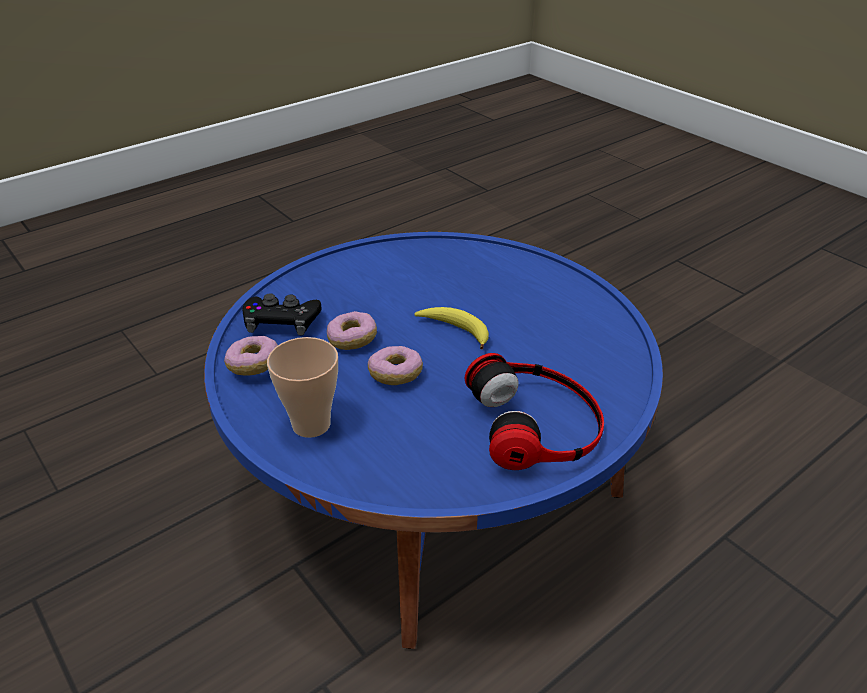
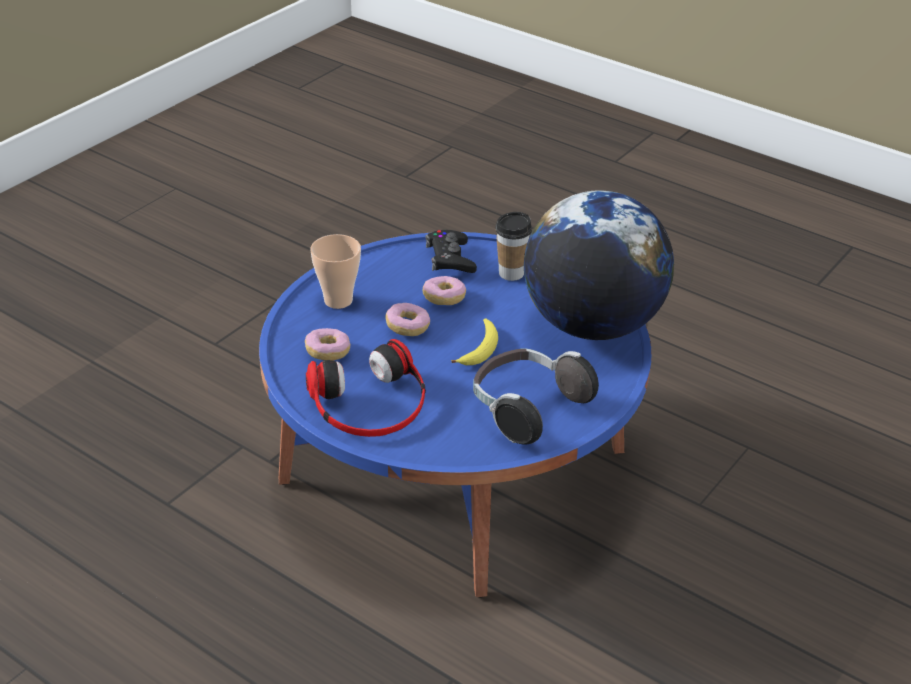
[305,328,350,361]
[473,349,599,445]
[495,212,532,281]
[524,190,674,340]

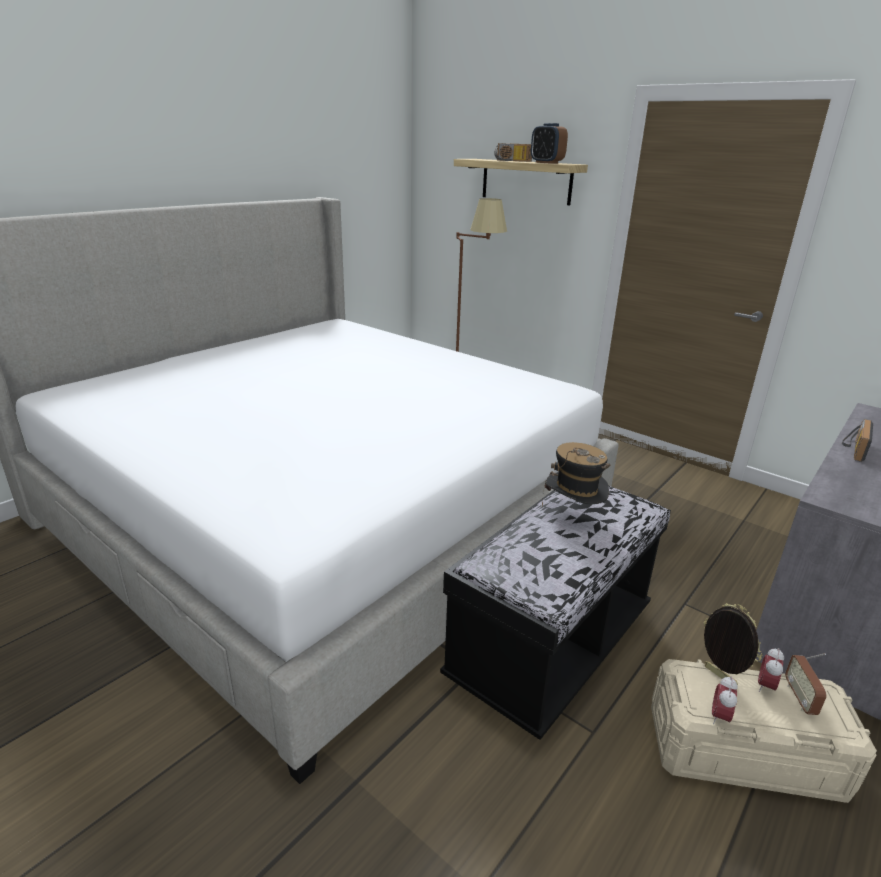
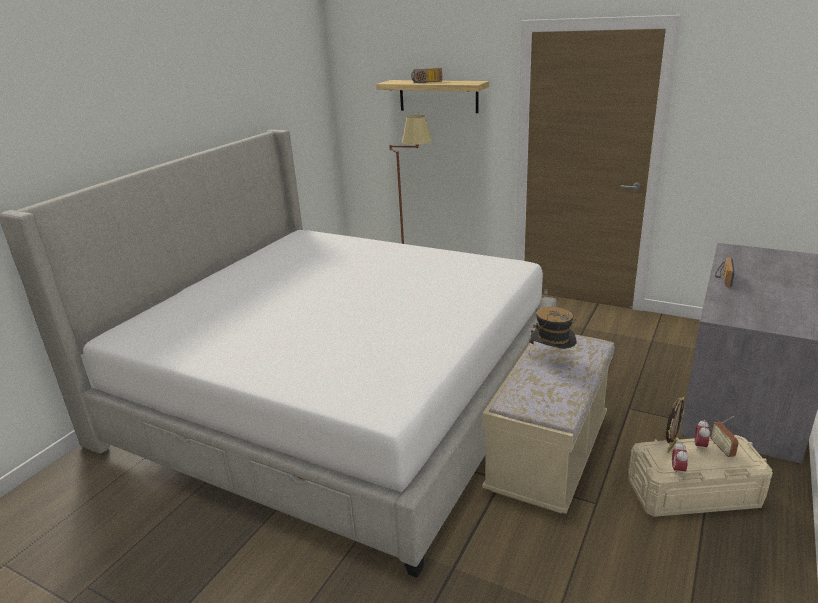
[482,335,615,514]
[531,123,568,163] (first image)
[666,397,685,453]

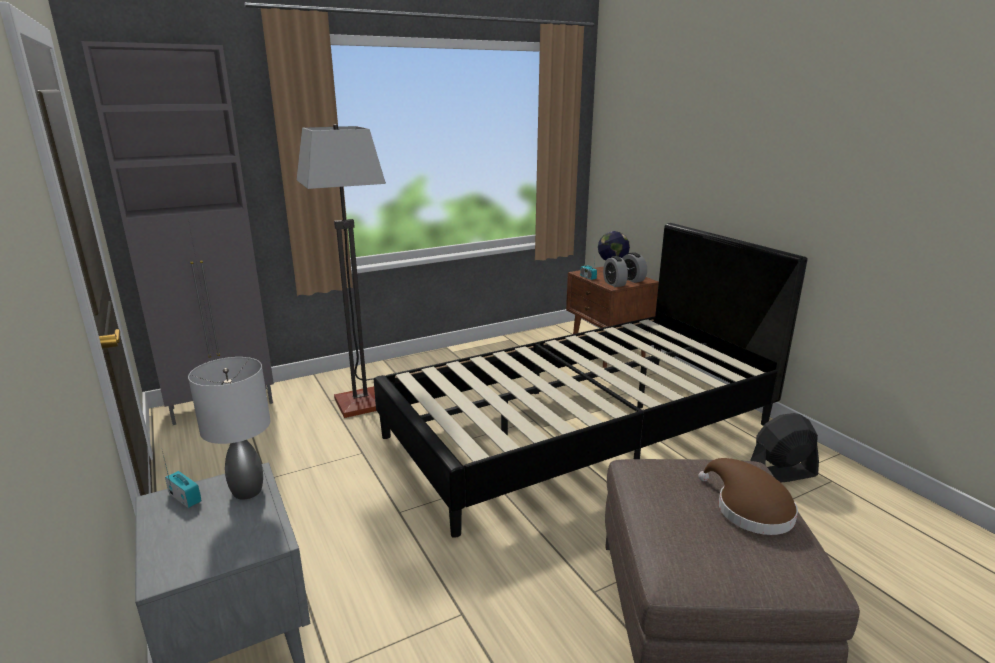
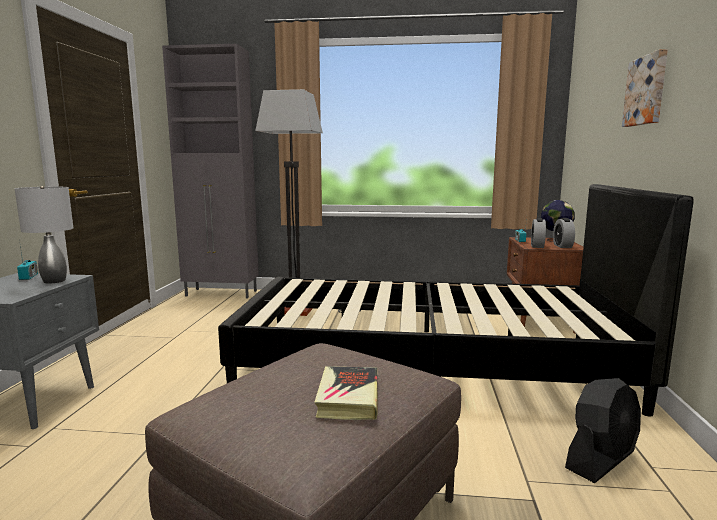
[314,366,378,420]
[565,378,641,483]
[622,49,668,127]

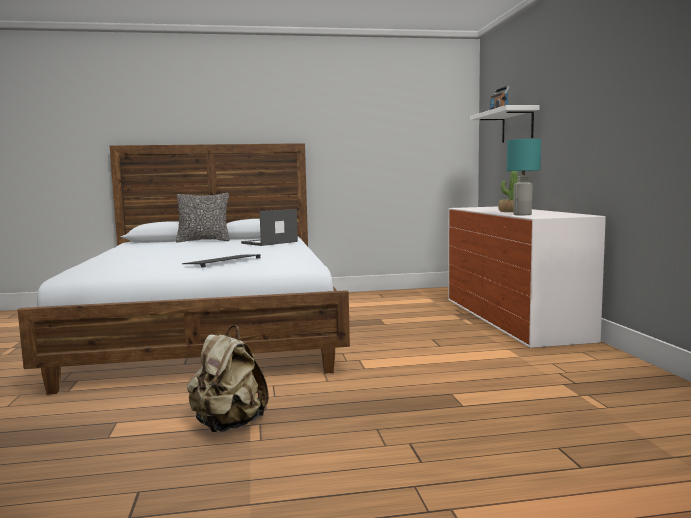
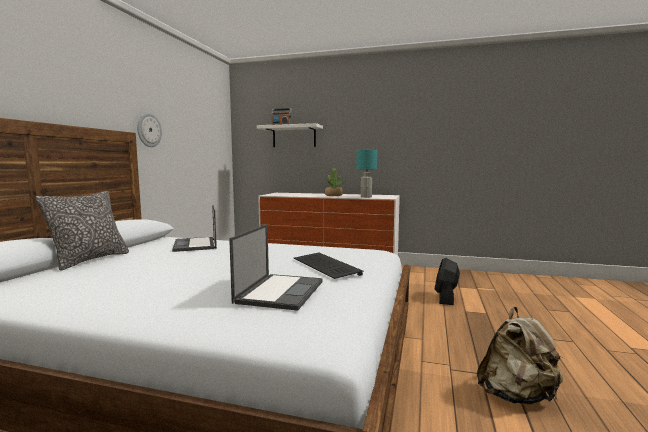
[137,113,162,147]
[229,224,323,311]
[435,258,460,305]

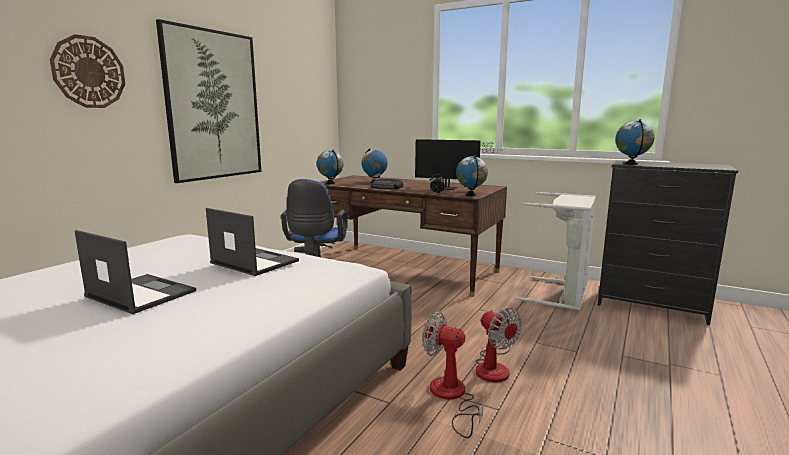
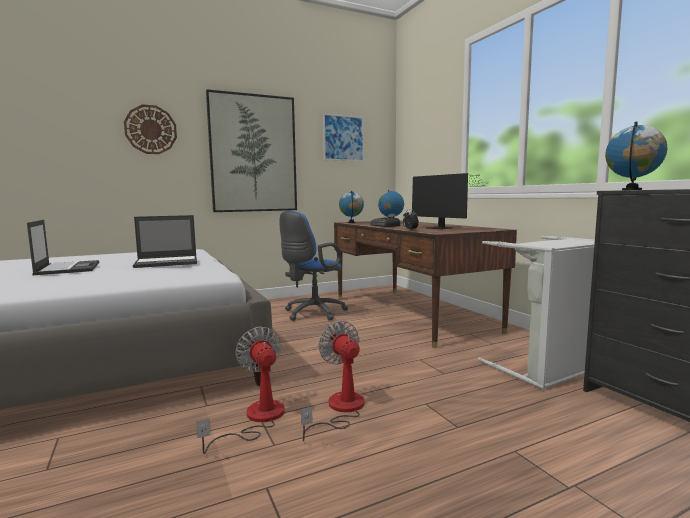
[133,215,197,268]
[456,156,488,196] (first image)
[301,321,364,441]
[323,113,364,162]

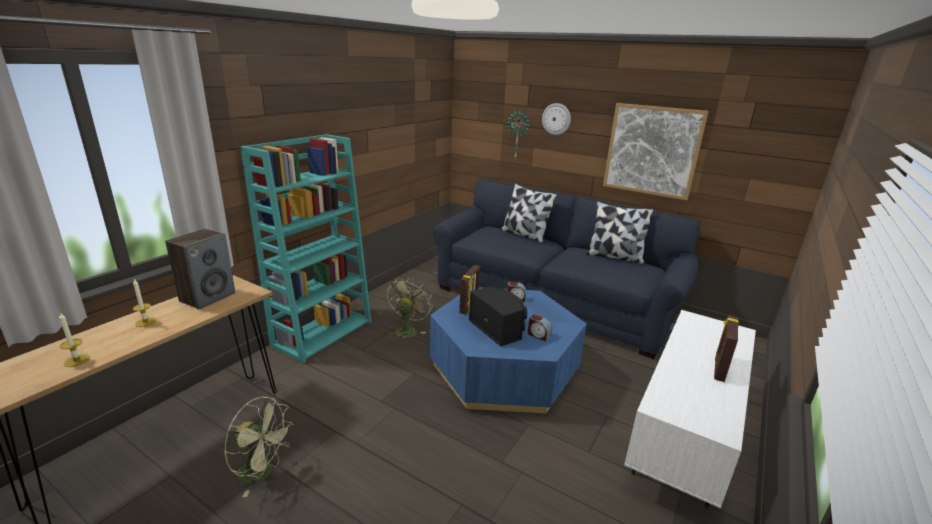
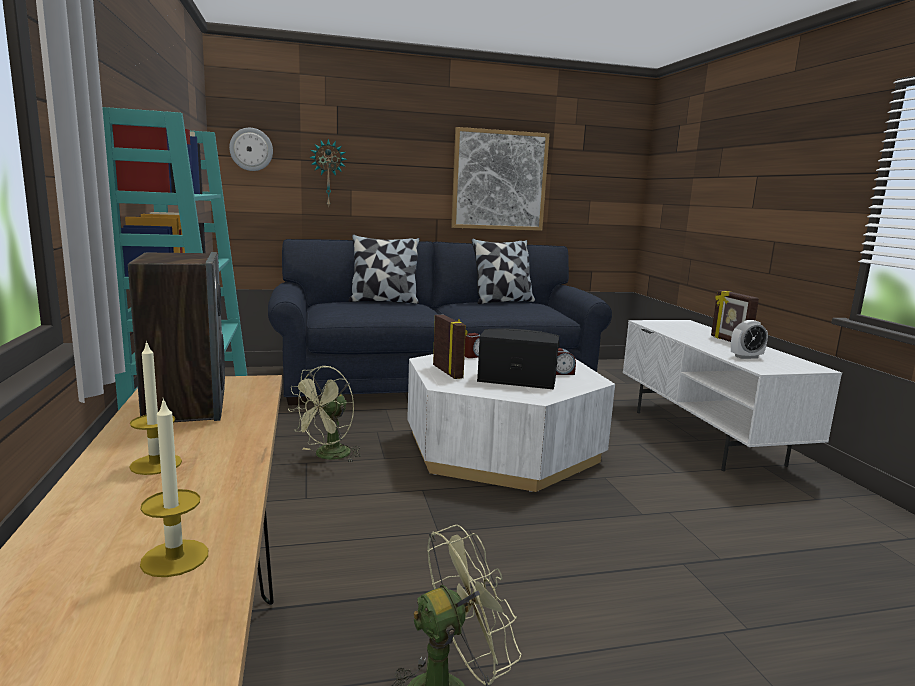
[288,366,361,463]
[407,354,615,492]
[229,128,273,171]
[731,320,768,359]

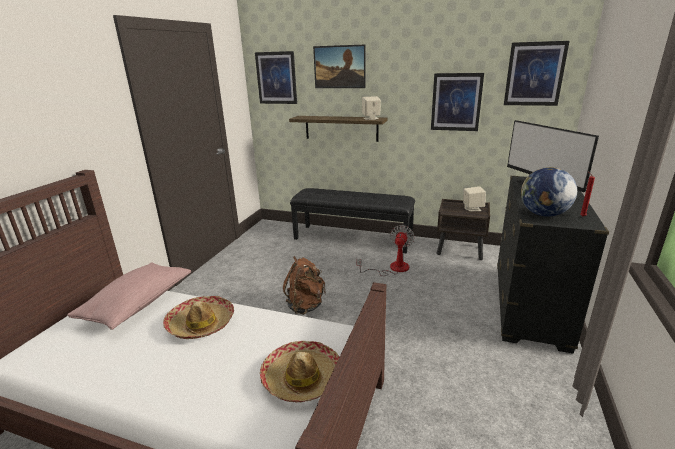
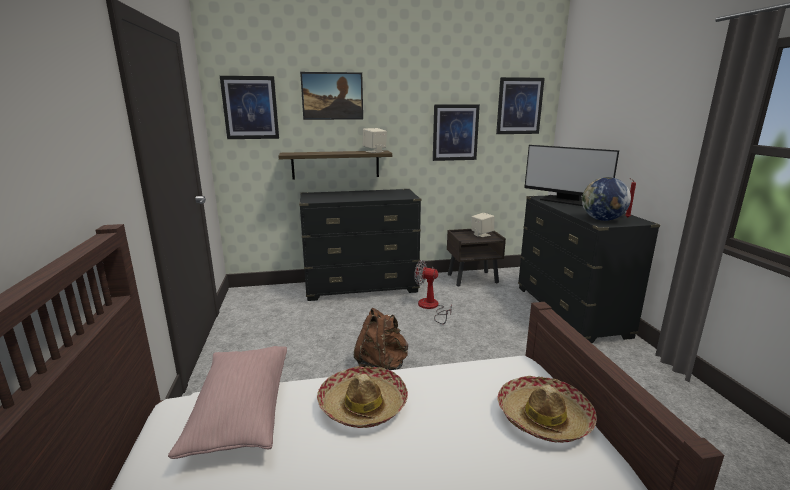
[299,189,421,301]
[414,260,452,324]

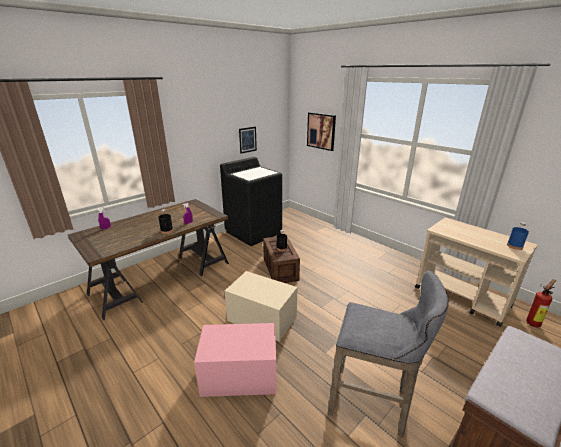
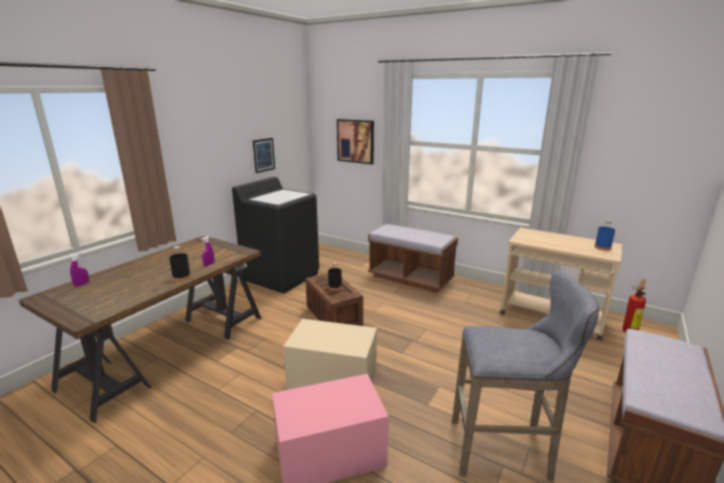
[368,224,458,293]

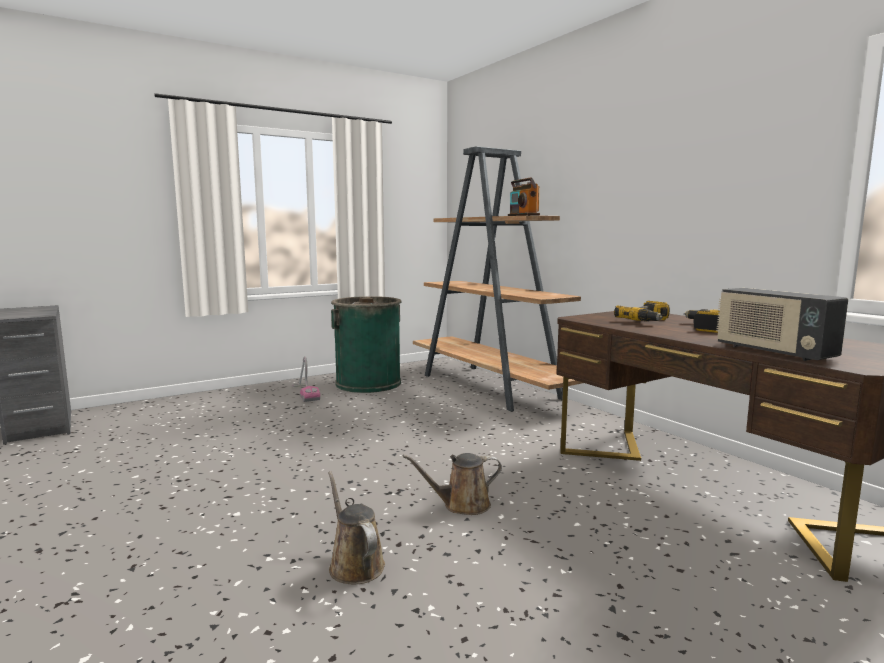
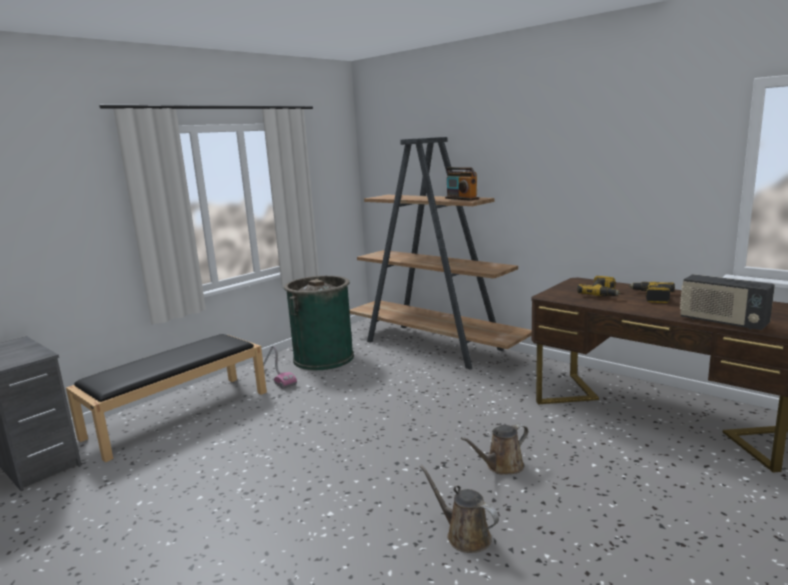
[66,334,267,462]

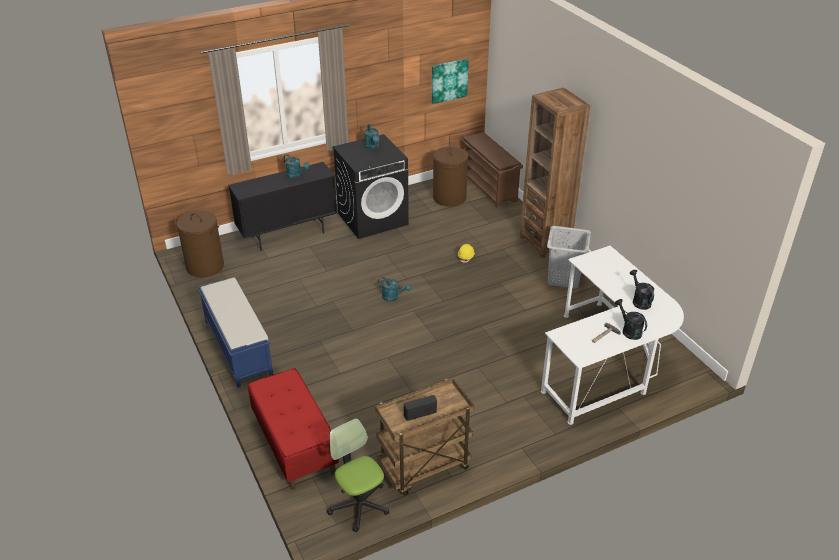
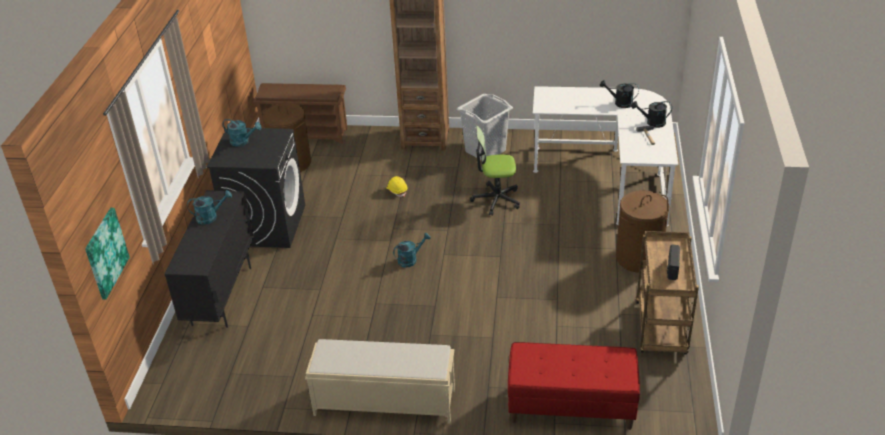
[616,190,670,273]
[305,339,455,424]
[470,126,520,216]
[85,208,130,300]

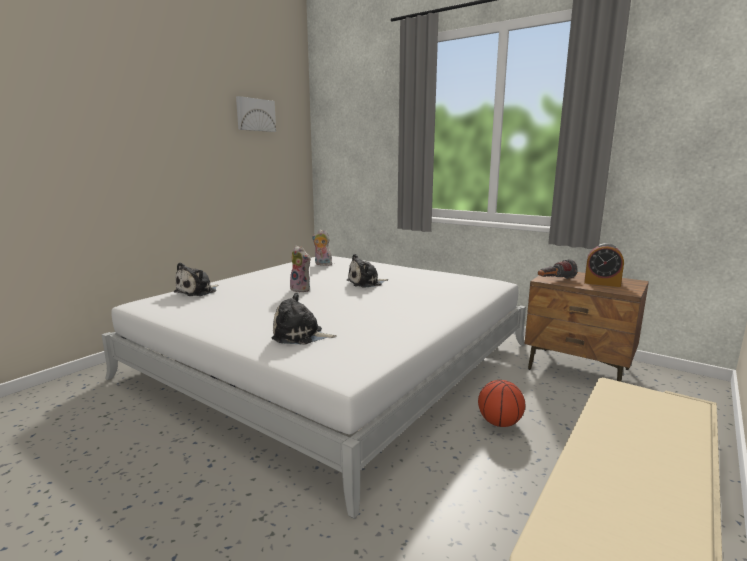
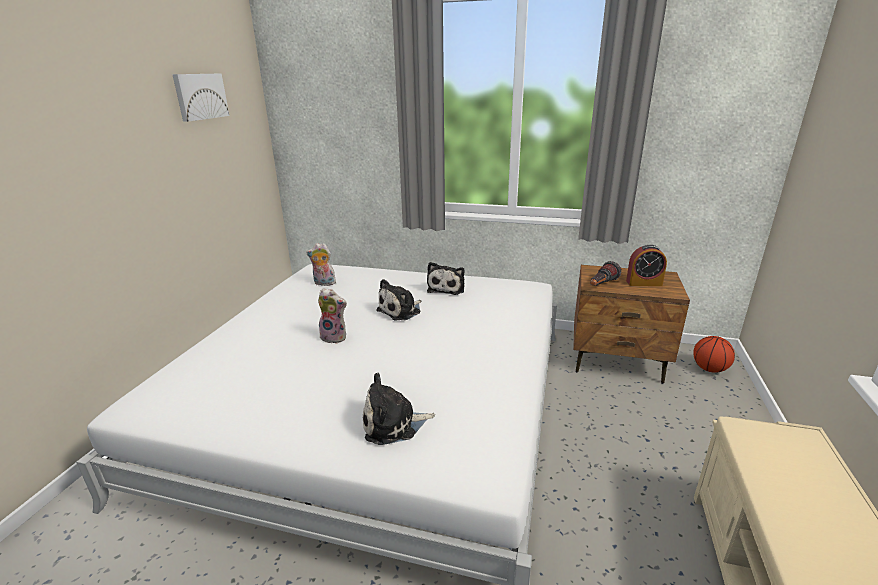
[427,262,464,295]
[693,336,735,373]

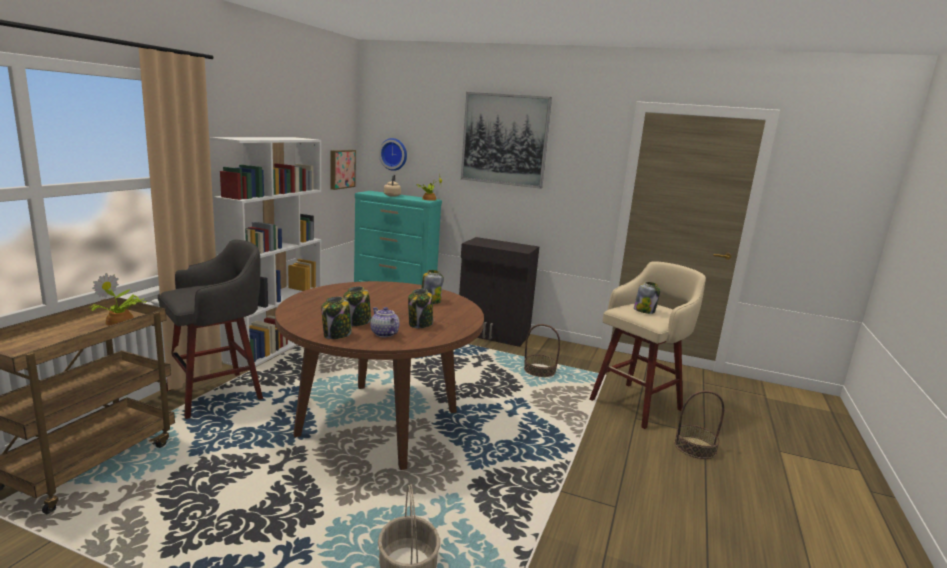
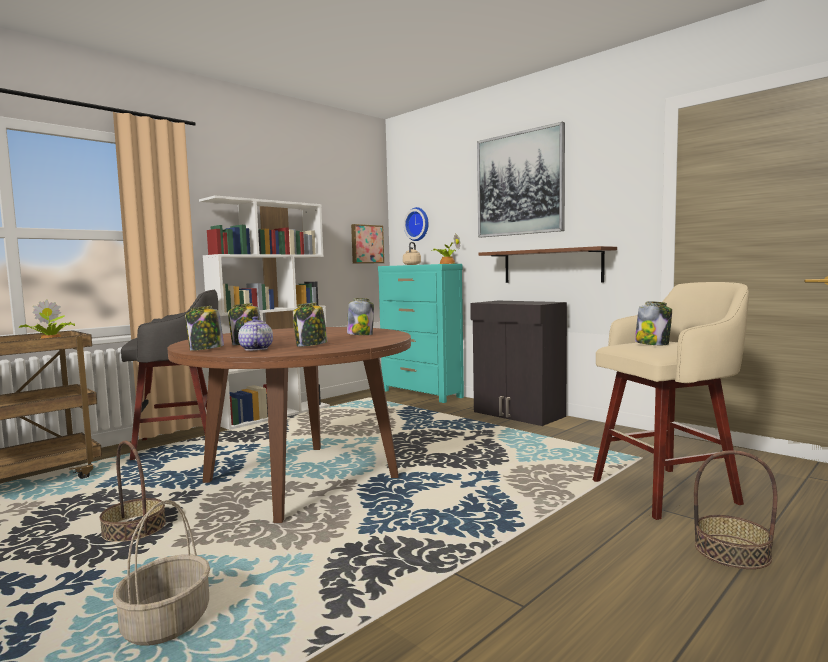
[99,440,166,542]
[479,246,617,283]

